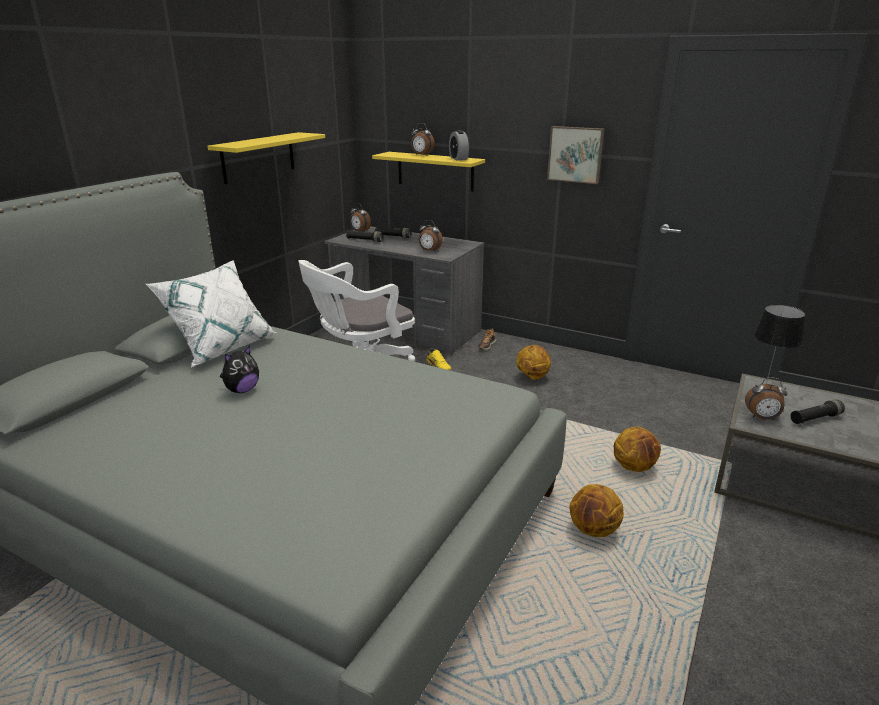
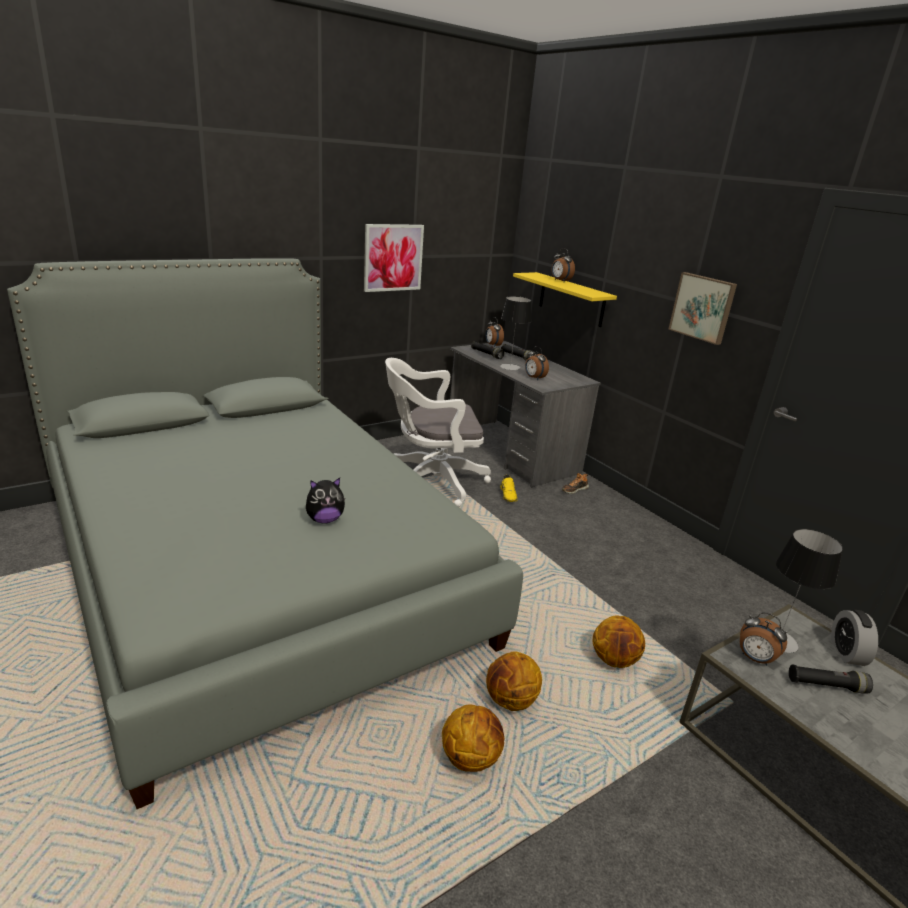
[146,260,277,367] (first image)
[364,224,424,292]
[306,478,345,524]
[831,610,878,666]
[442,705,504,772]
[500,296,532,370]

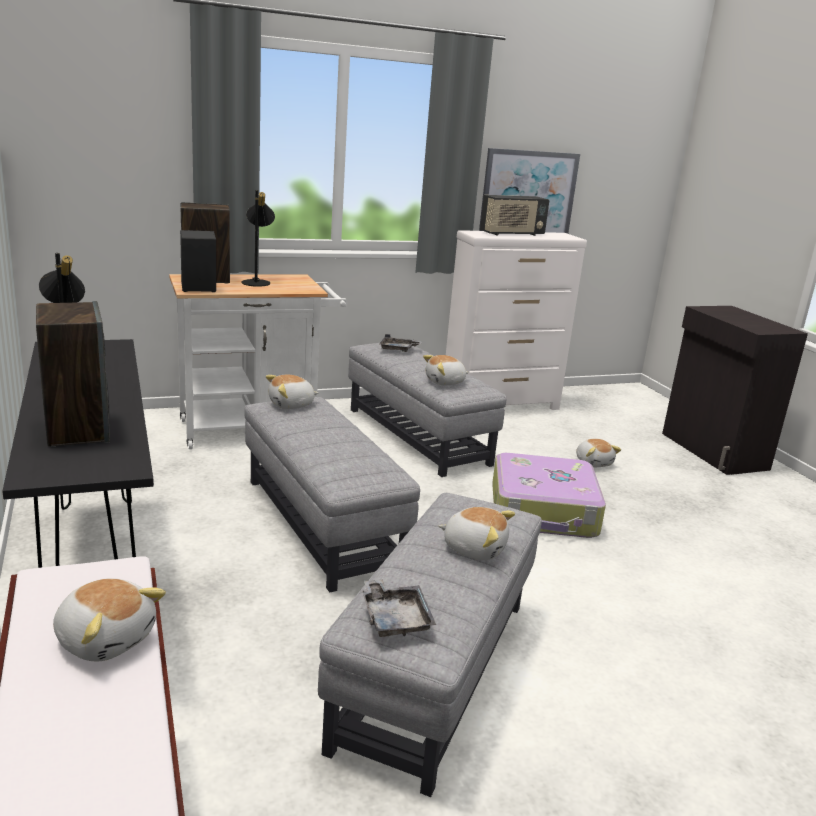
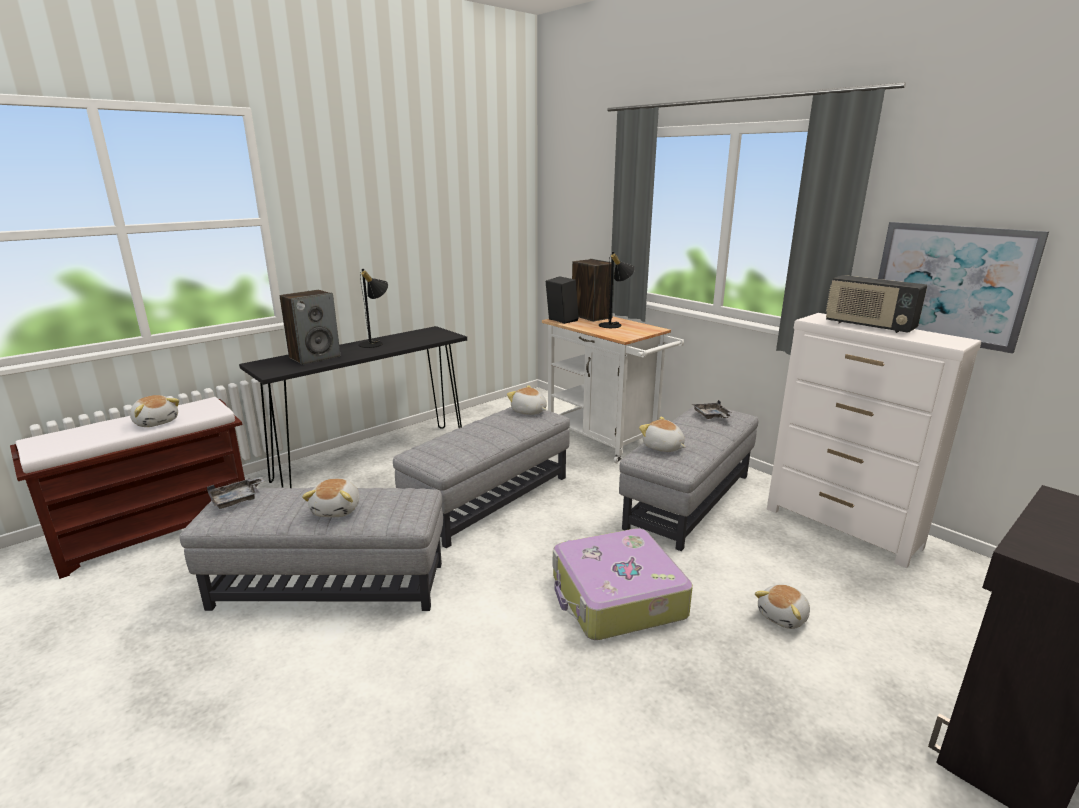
[130,395,179,427]

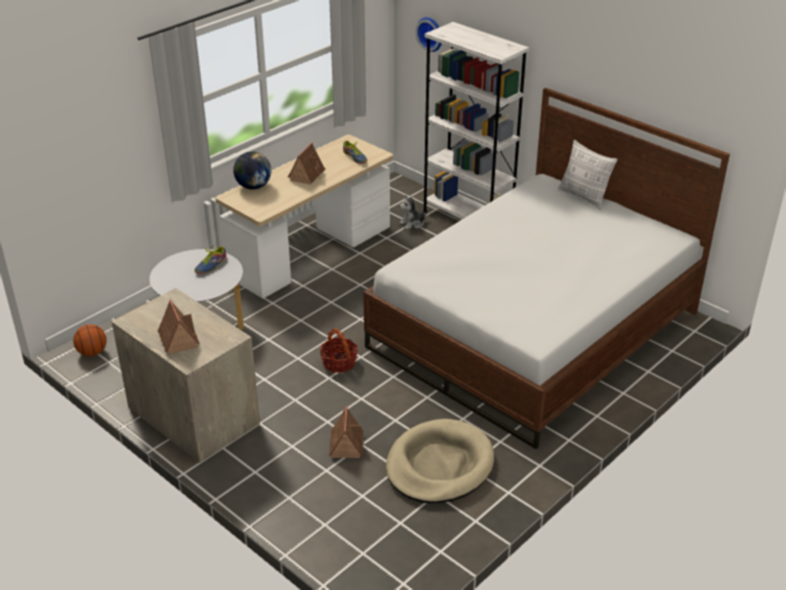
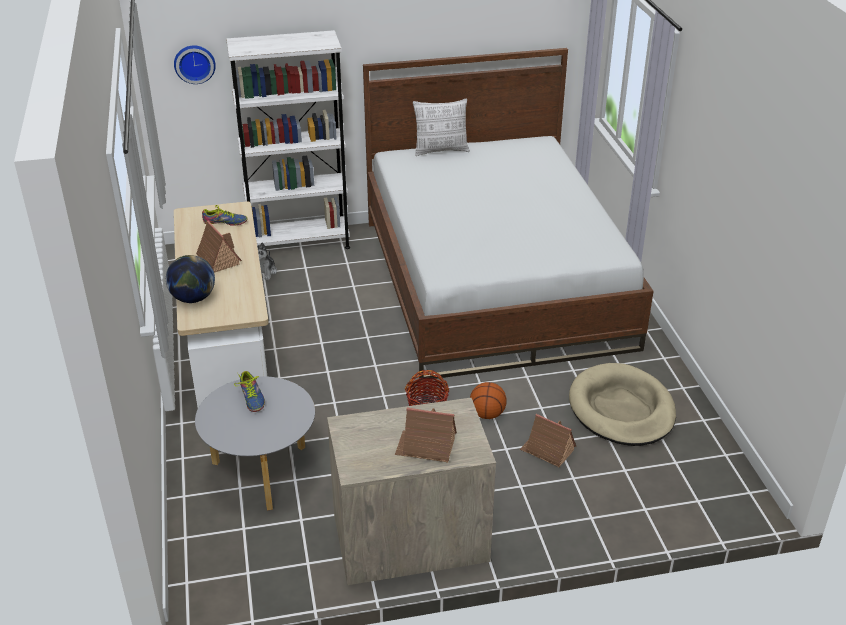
[470,382,507,419]

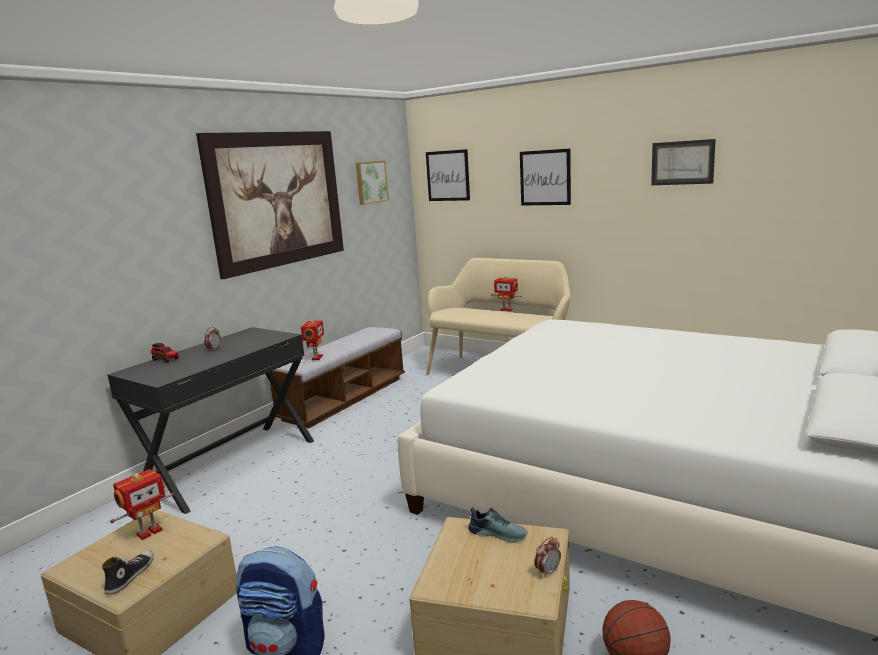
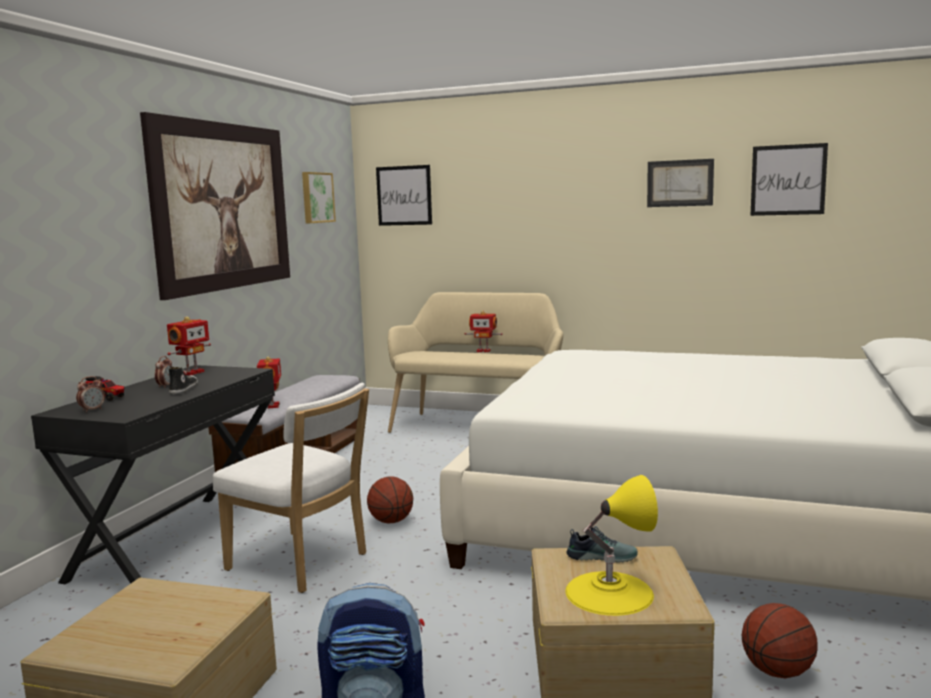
[169,367,198,395]
[167,316,211,375]
[750,143,828,216]
[76,376,105,412]
[213,383,369,593]
[367,476,413,523]
[565,475,658,616]

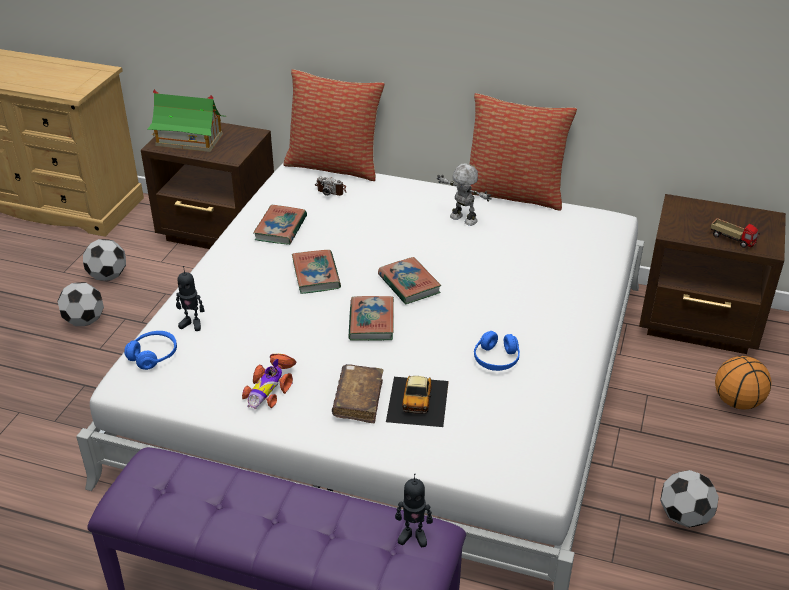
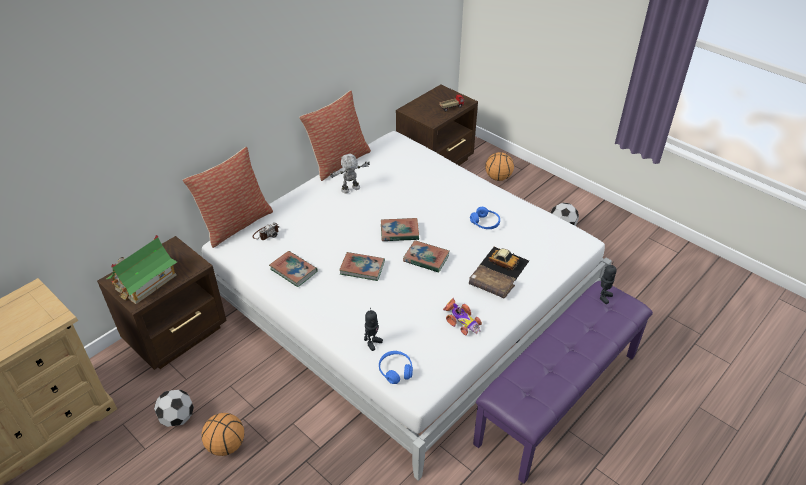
[201,413,244,456]

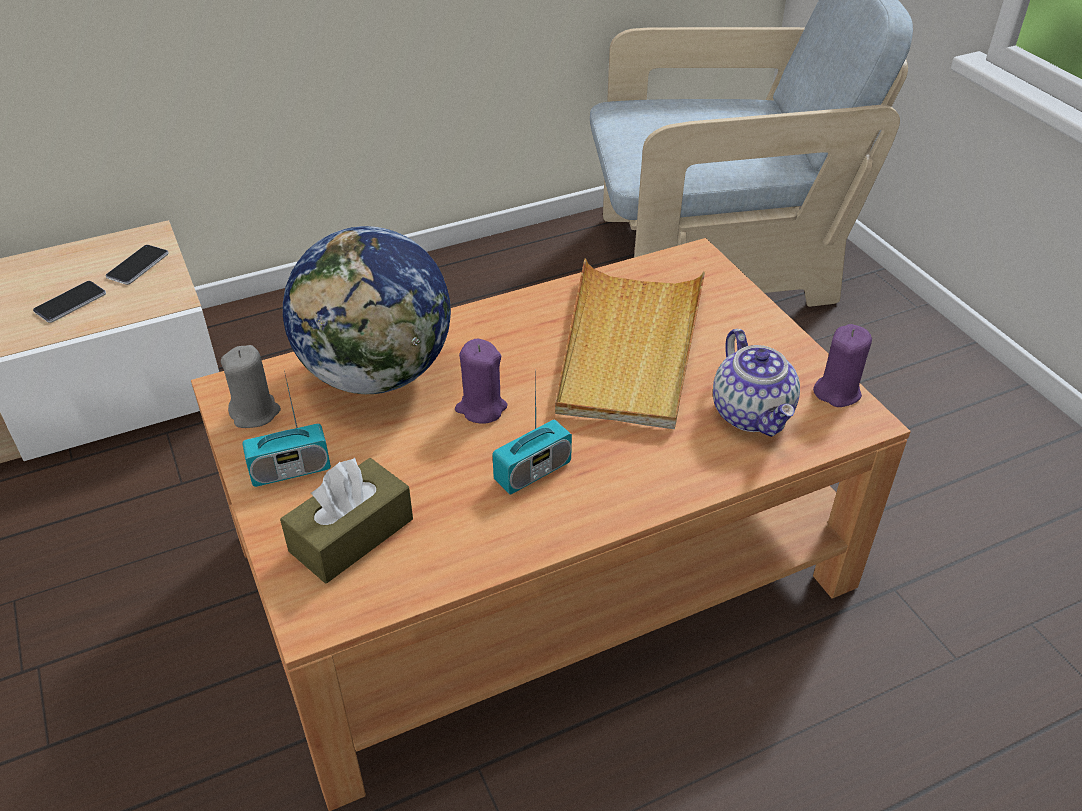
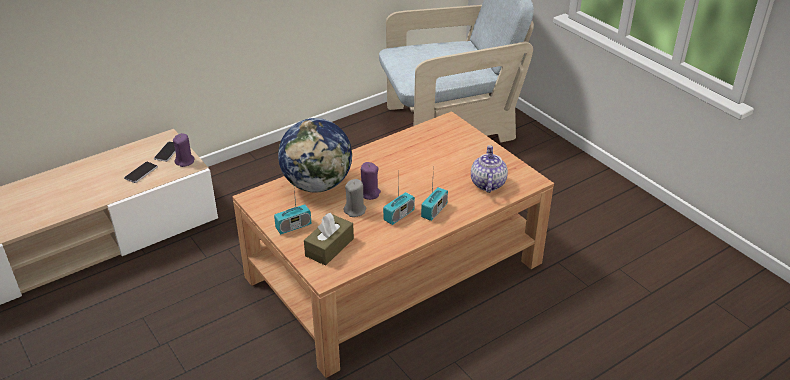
[343,179,366,217]
[555,259,705,429] (first image)
[471,145,508,193]
[173,133,194,167]
[421,165,448,221]

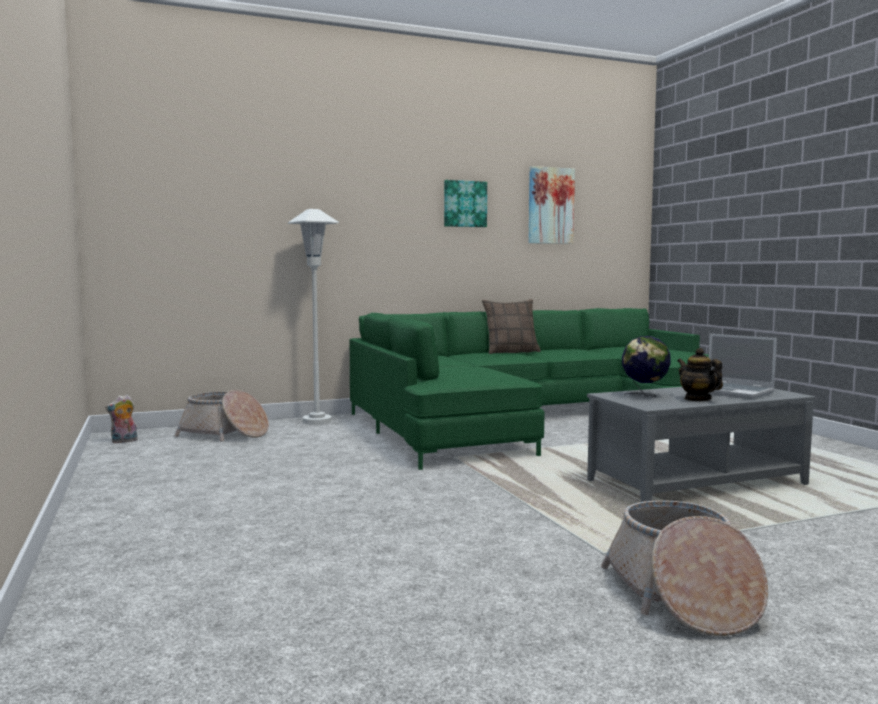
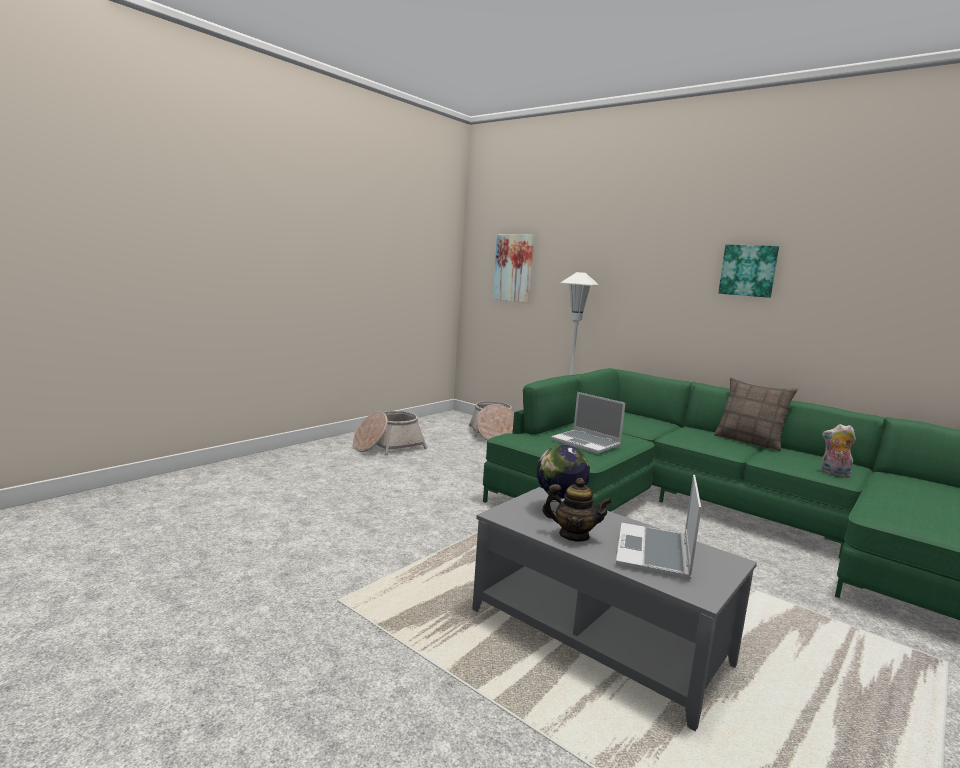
[821,424,856,477]
[493,234,535,303]
[353,411,427,455]
[542,478,612,542]
[551,392,625,454]

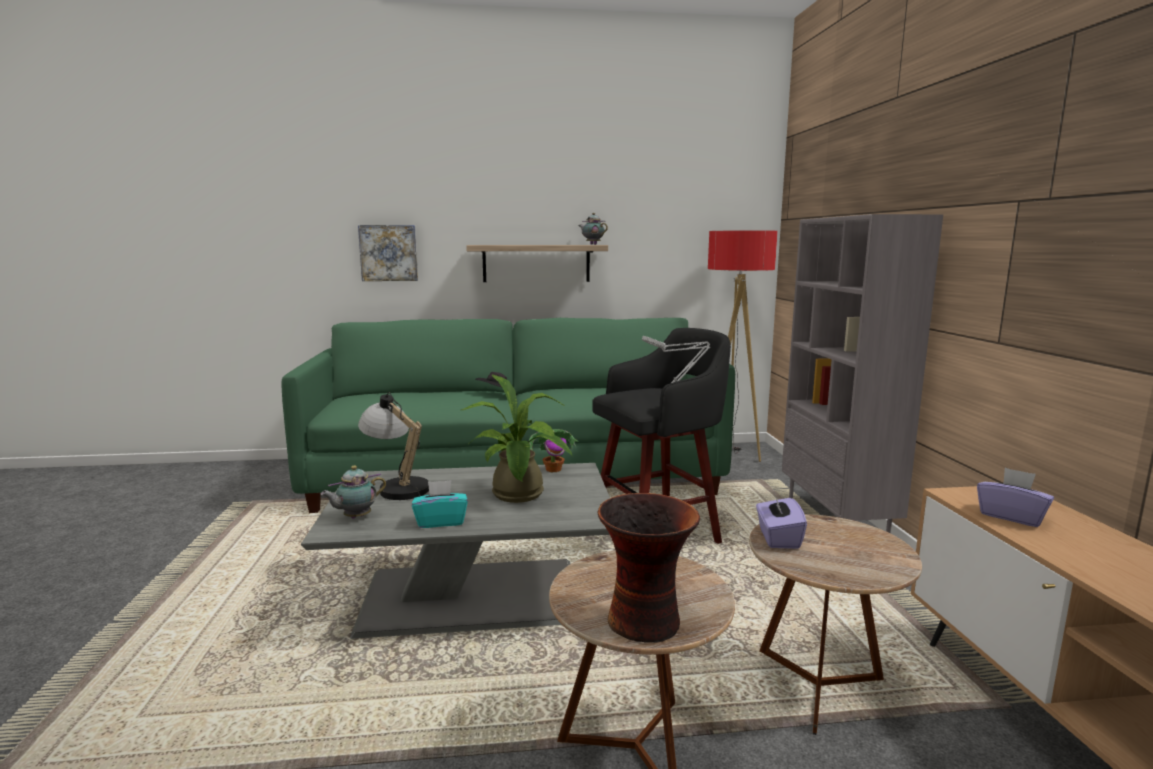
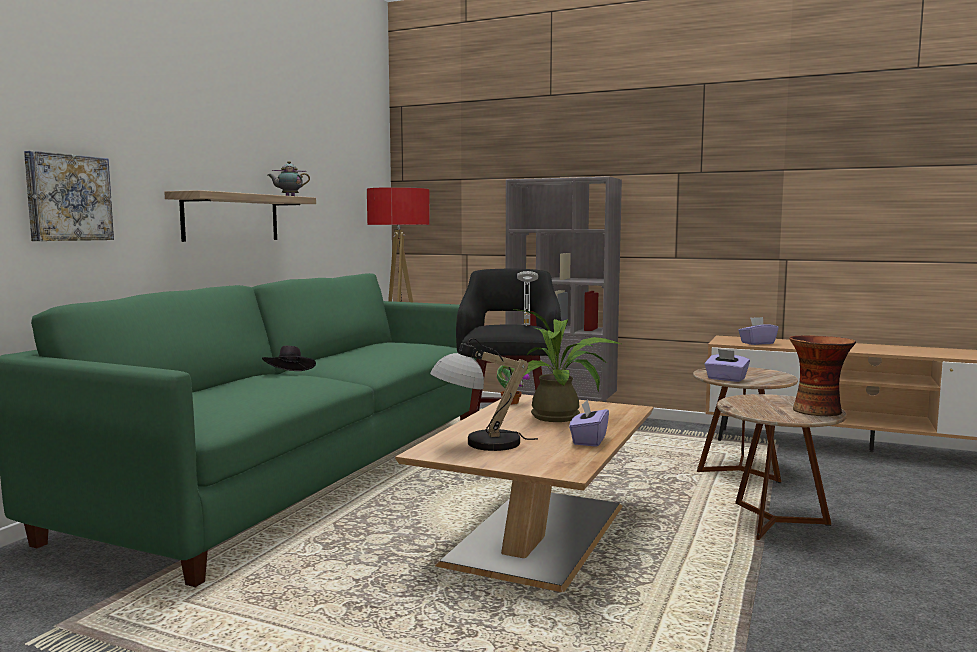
[395,394,653,592]
[320,465,386,519] (first image)
[569,399,609,447]

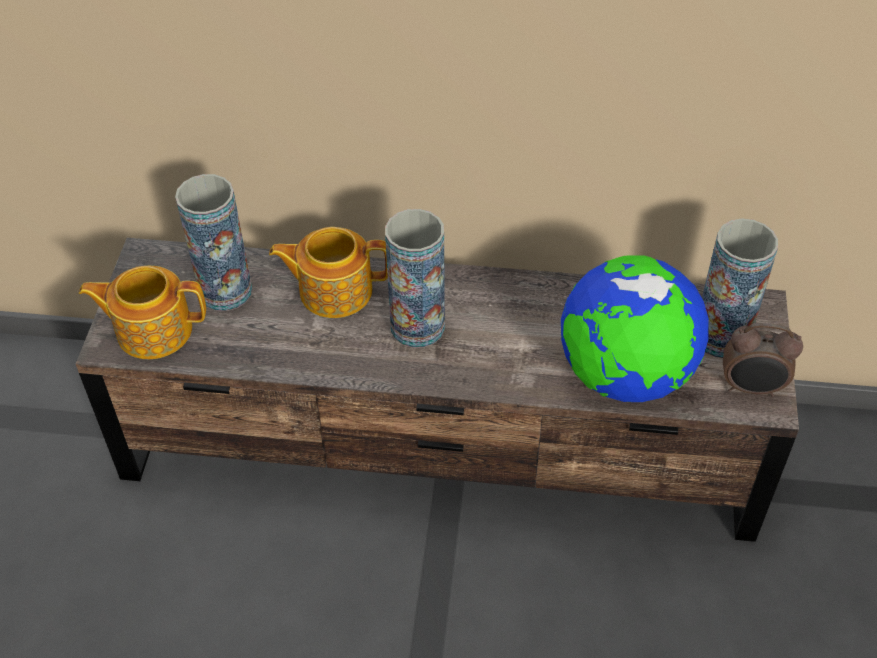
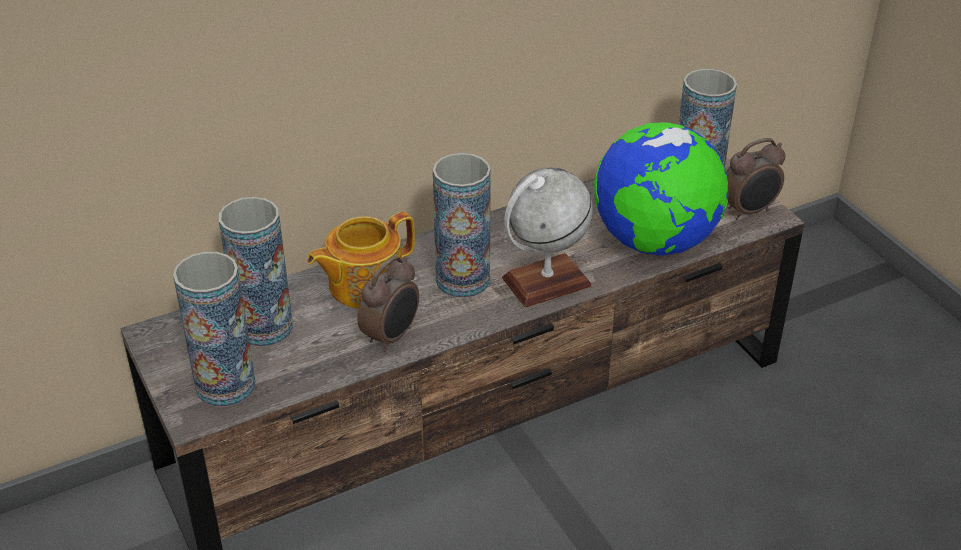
[173,252,256,407]
[357,256,419,352]
[502,167,593,307]

